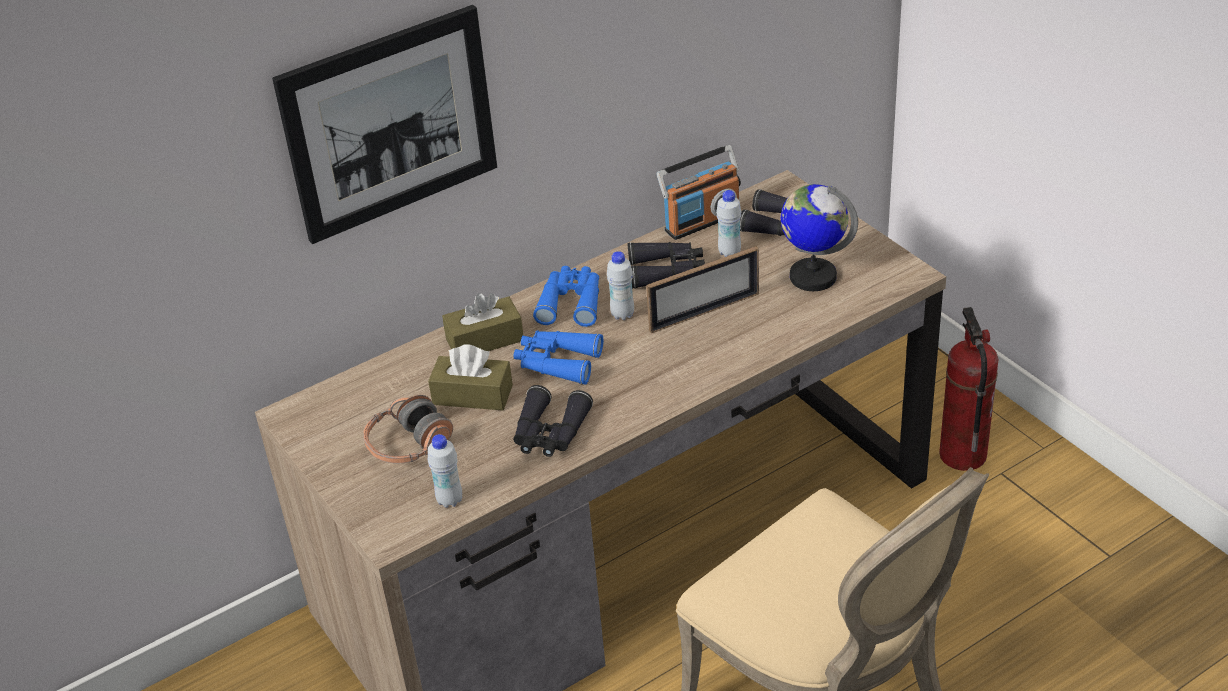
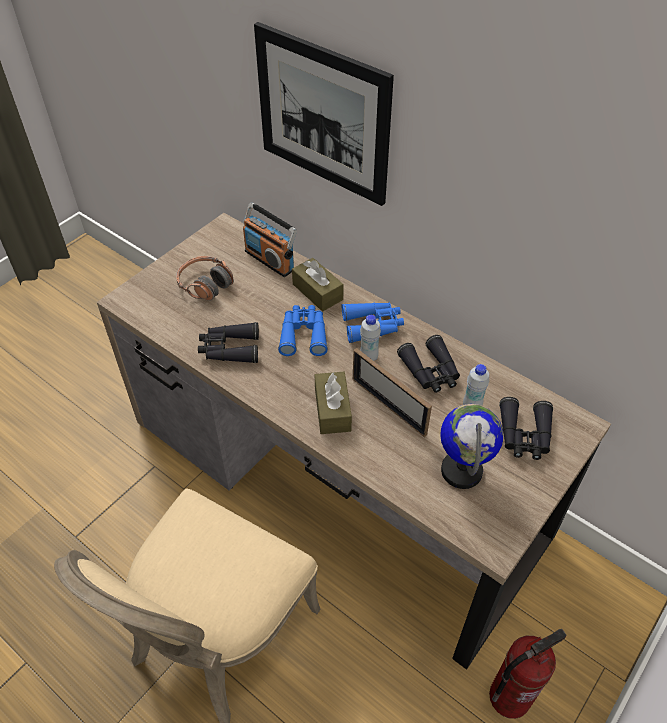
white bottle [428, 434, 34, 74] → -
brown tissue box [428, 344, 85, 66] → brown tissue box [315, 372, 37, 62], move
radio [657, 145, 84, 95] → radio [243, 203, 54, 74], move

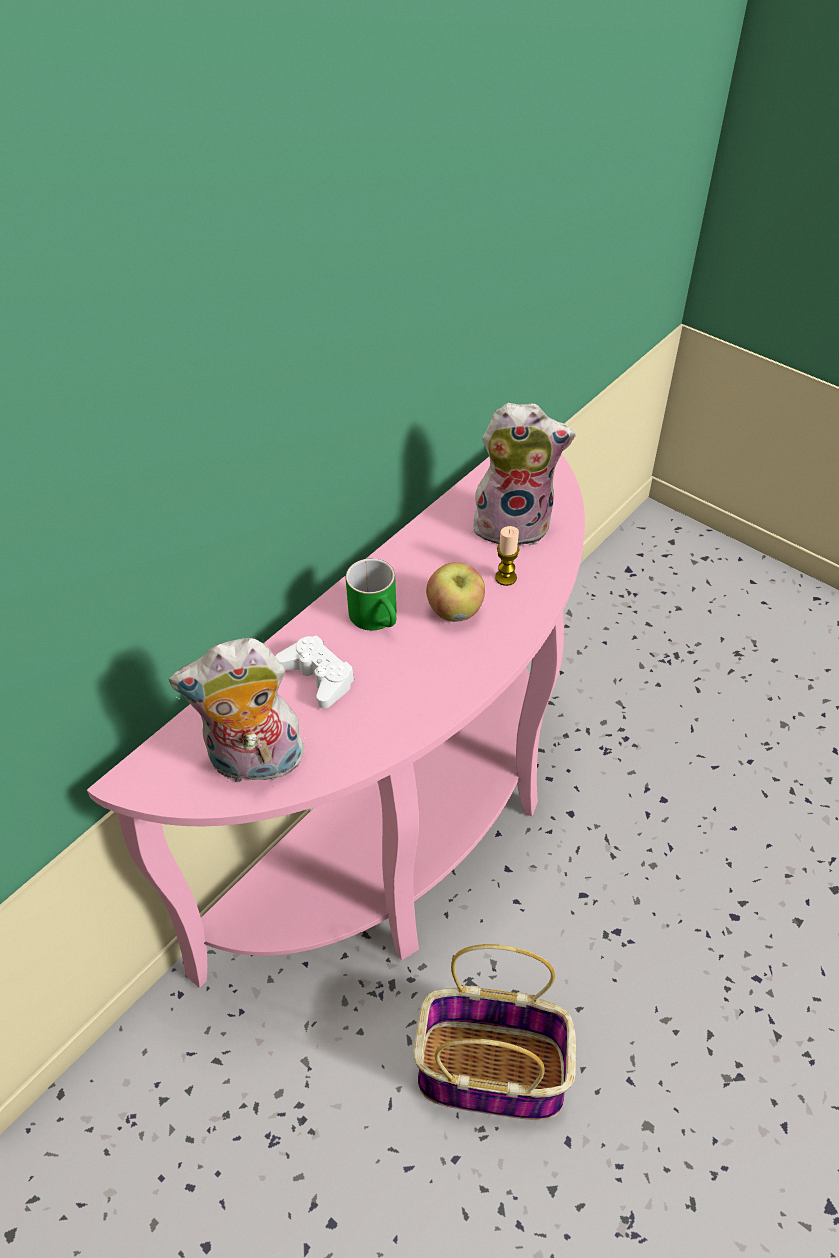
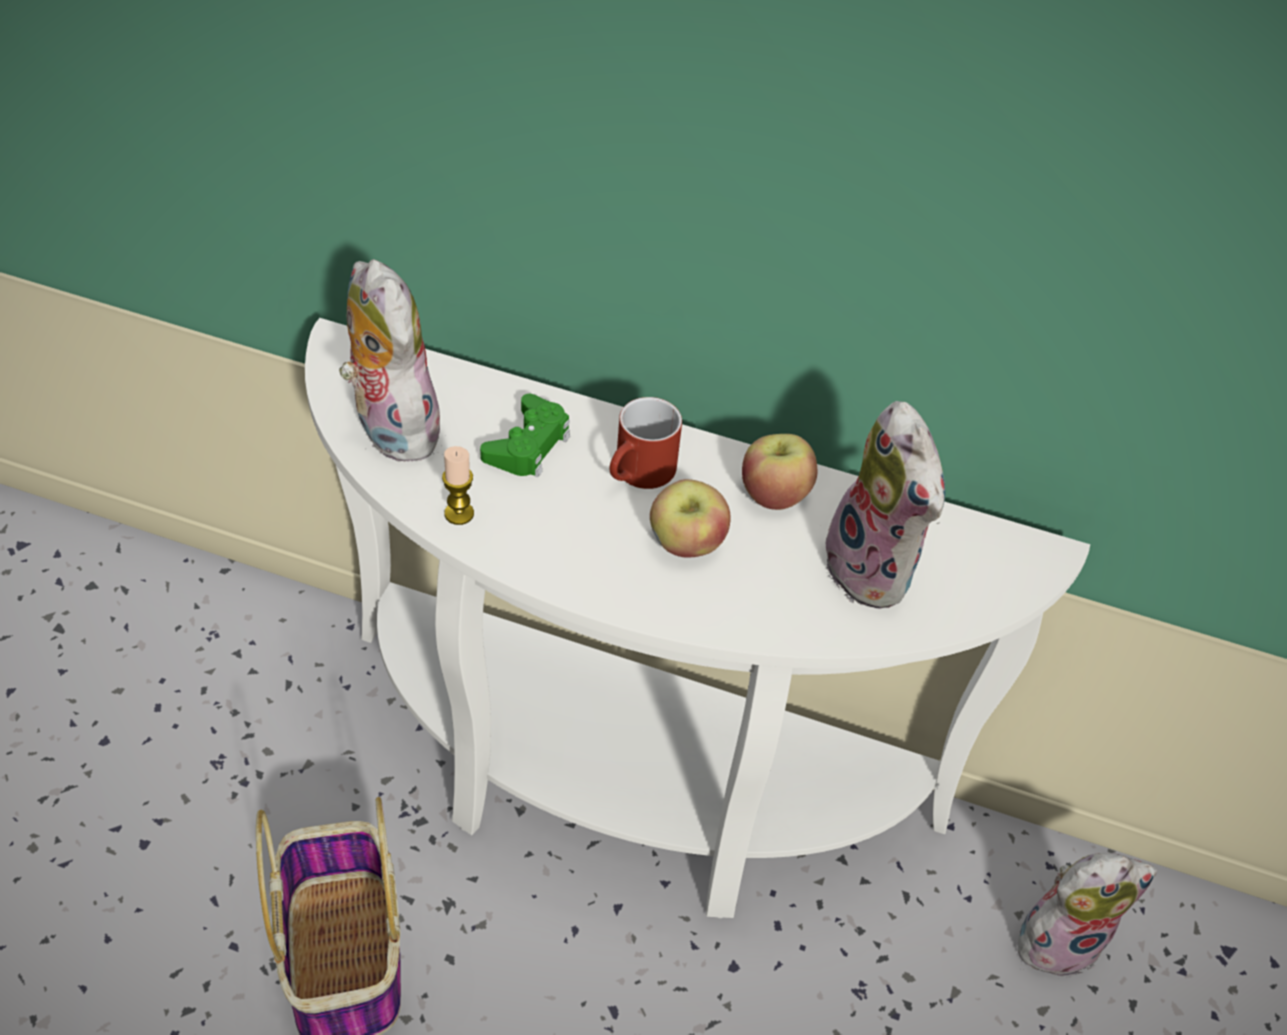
- → apple [742, 434, 75, 76]
- → plush toy [1018, 853, 139, 125]
candle [495, 526, 25, 60] → candle [442, 446, 32, 79], move
pink console table [87, 454, 498, 534] → white console table [305, 318, 785, 600]
white game controller [275, 635, 80, 73] → green game controller [480, 394, 90, 83]
green mug [346, 558, 50, 72] → red mug [610, 397, 72, 92]

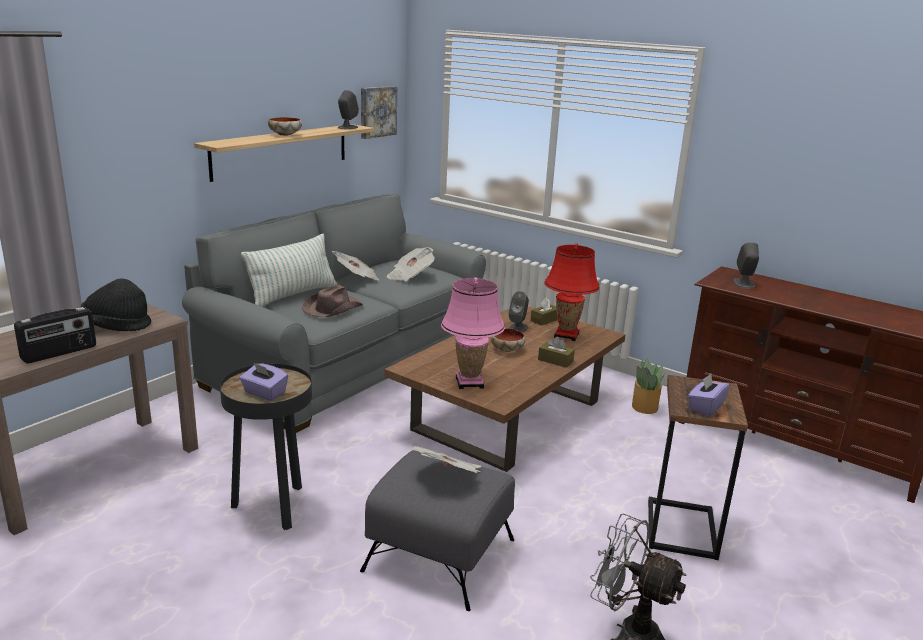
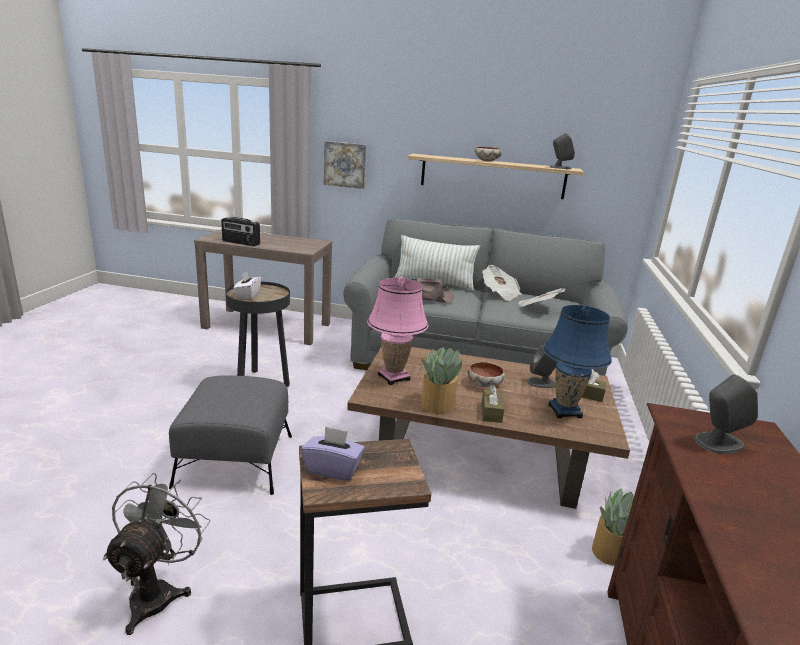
black hat [81, 278, 70, 53] → -
newspaper [412, 446, 69, 27] → -
- → potted plant [421, 347, 41, 67]
picture [361, 86, 36, 53] → picture [324, 141, 43, 48], move
purple tissue box [239, 362, 49, 39] → white tissue box [234, 271, 27, 28]
red table lamp [544, 243, 56, 98] → blue table lamp [543, 305, 69, 113]

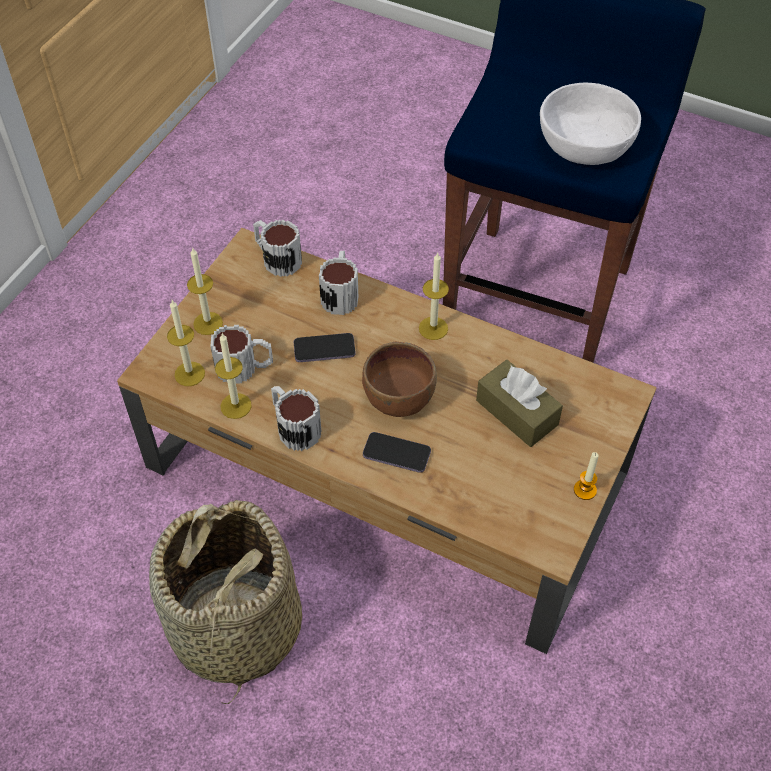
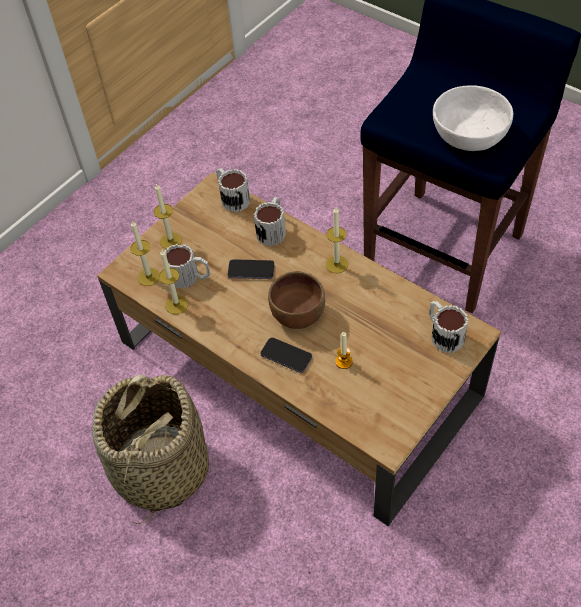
brown tissue box [476, 360, 87, 87] → -
mug [271, 386, 51, 65] → mug [429, 301, 40, 52], move
candle [574, 452, 24, 48] → candle [335, 332, 18, 37], move

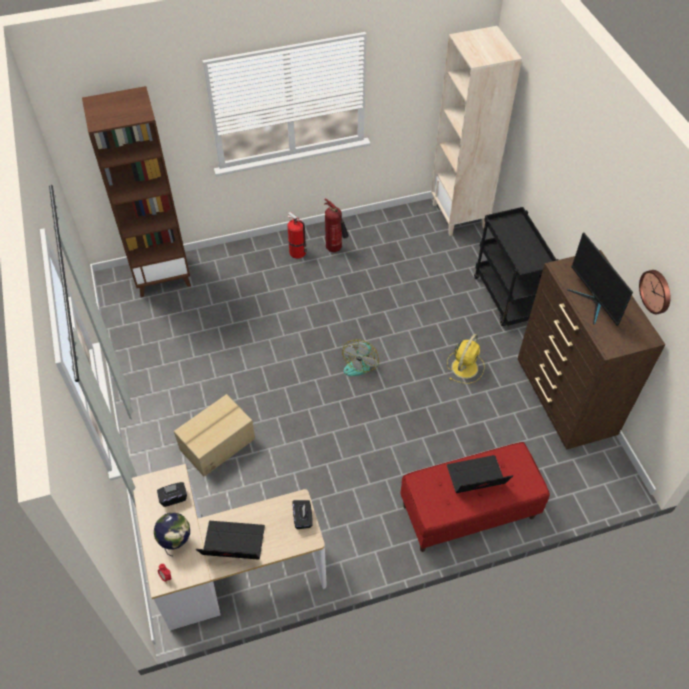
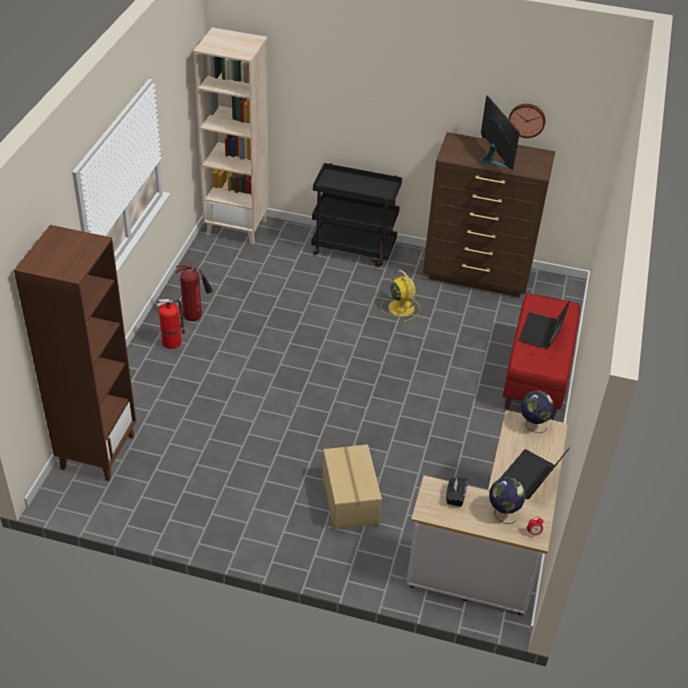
fan [342, 339, 37, 37] → -
black tissue box [293, 500, 20, 29] → globe [521, 391, 34, 42]
monitor [567, 232, 66, 94] → monitor [478, 95, 42, 75], 120 degrees counterclockwise

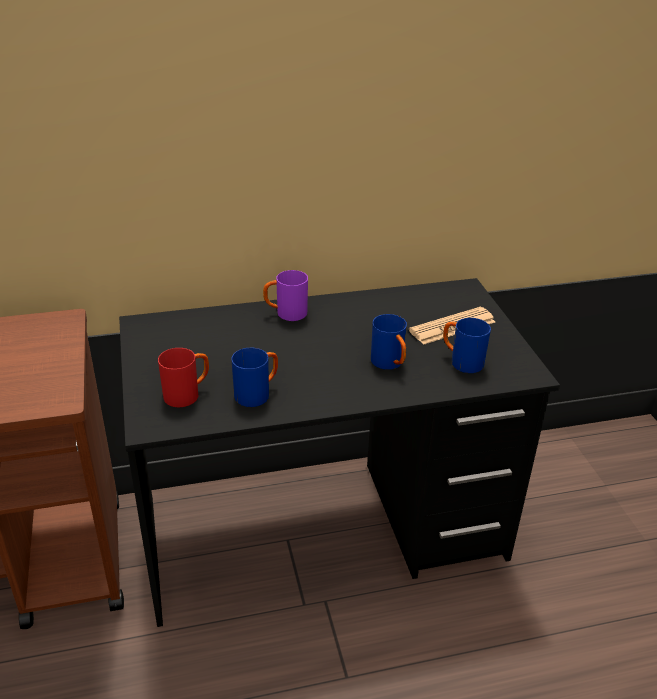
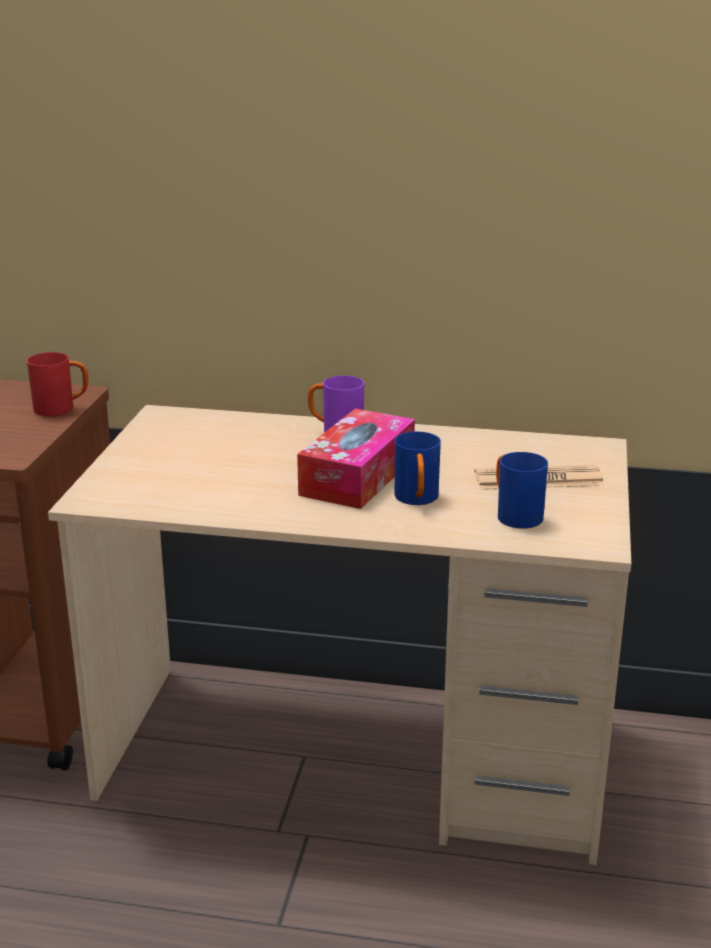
blue mug [231, 348, 47, 59] → -
- → tissue box [297, 408, 118, 101]
red mug [158, 348, 51, 60] → red mug [27, 352, 62, 64], move
black desk [119, 278, 441, 349] → beige desk [48, 405, 583, 460]

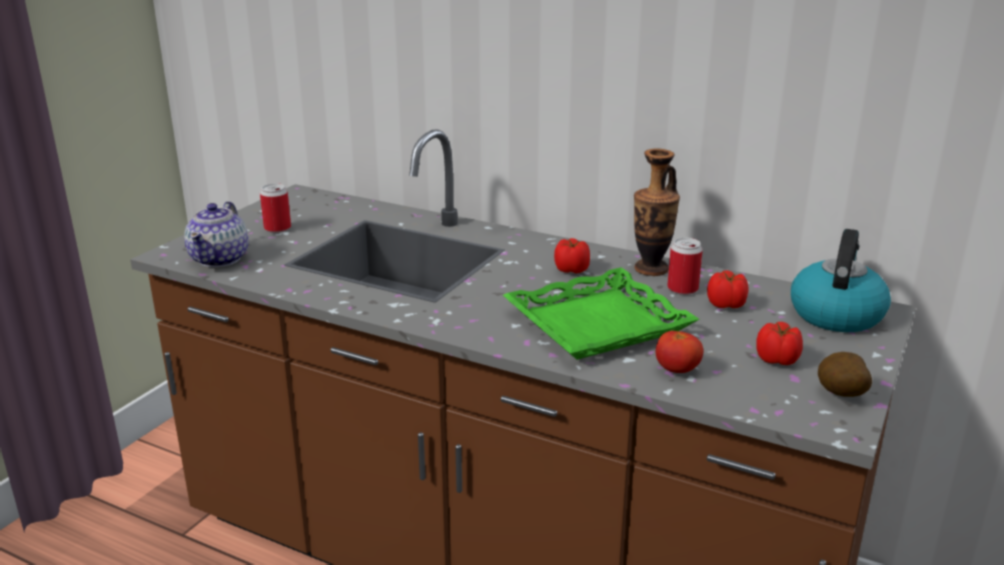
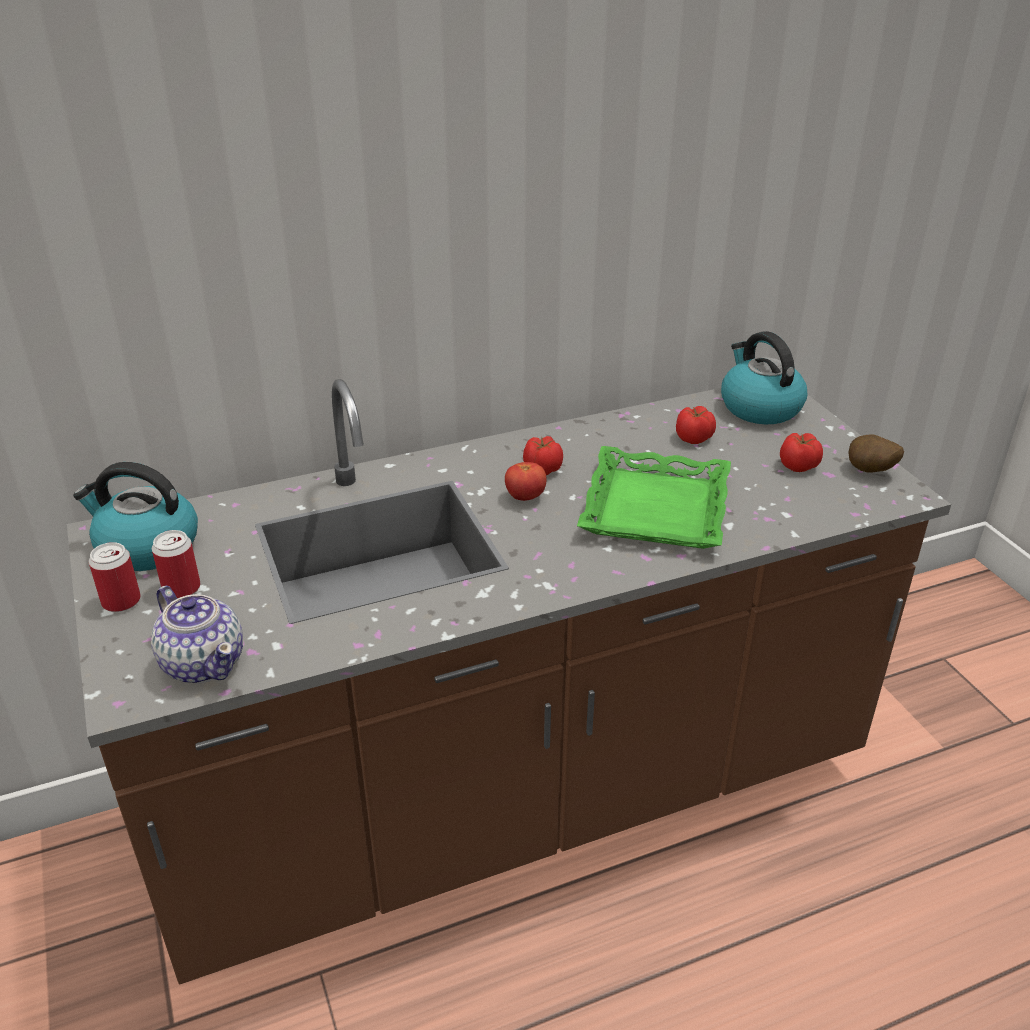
vase [634, 148, 46, 128] → -
- → kettle [73, 462, 125, 109]
tomato [656, 331, 47, 42] → tomato [505, 462, 41, 39], move
can [667, 238, 36, 57] → can [89, 542, 52, 70], move

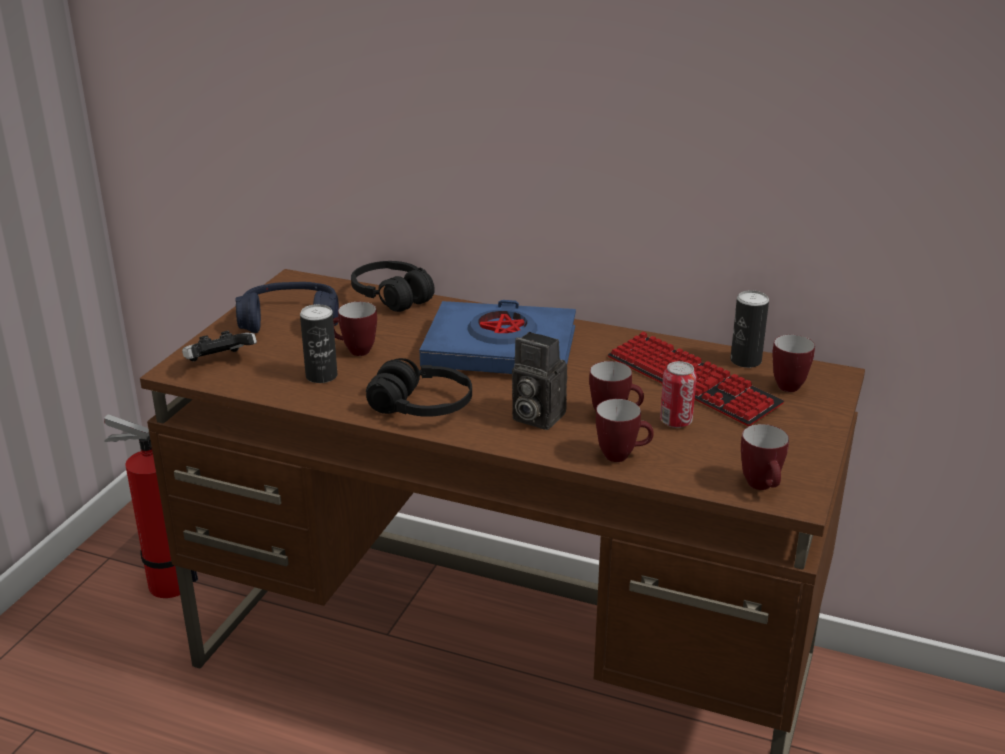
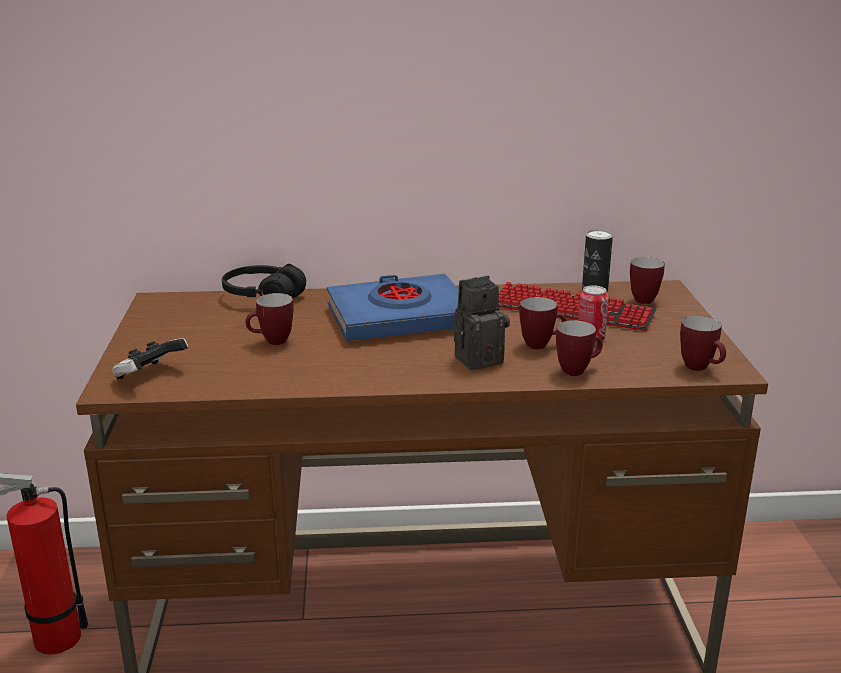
blue headphones [235, 282, 104, 51] → -
can [300, 304, 37, 79] → -
black headphones [366, 358, 106, 59] → -
photo camera [512, 332, 55, 98] → photo camera [454, 275, 56, 95], 150 degrees clockwise

